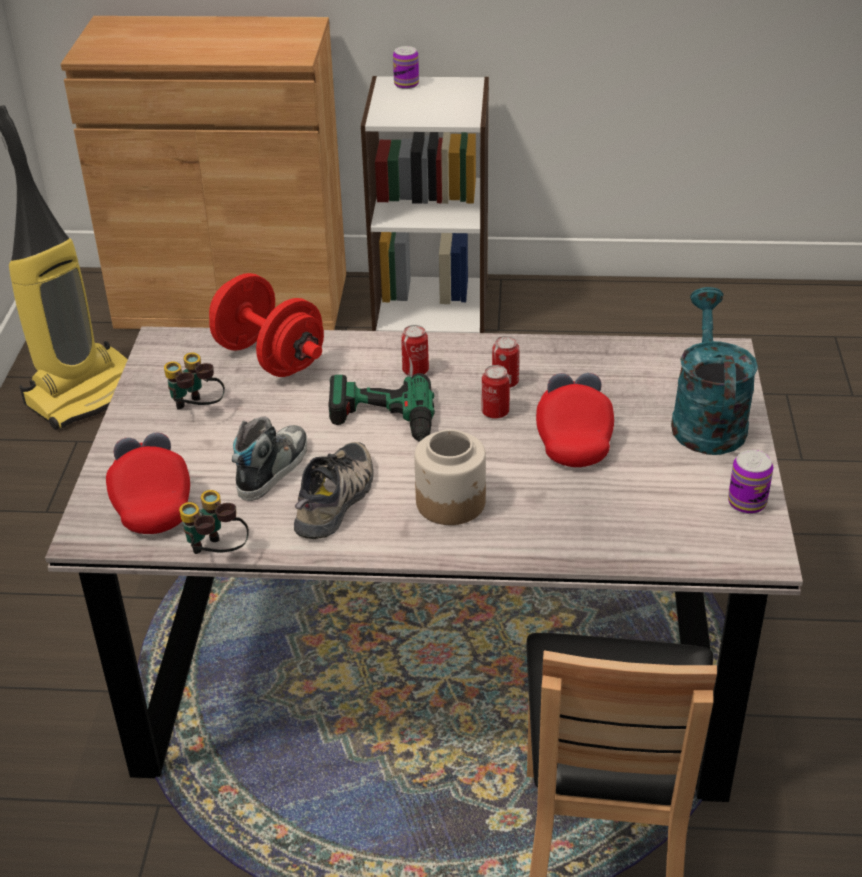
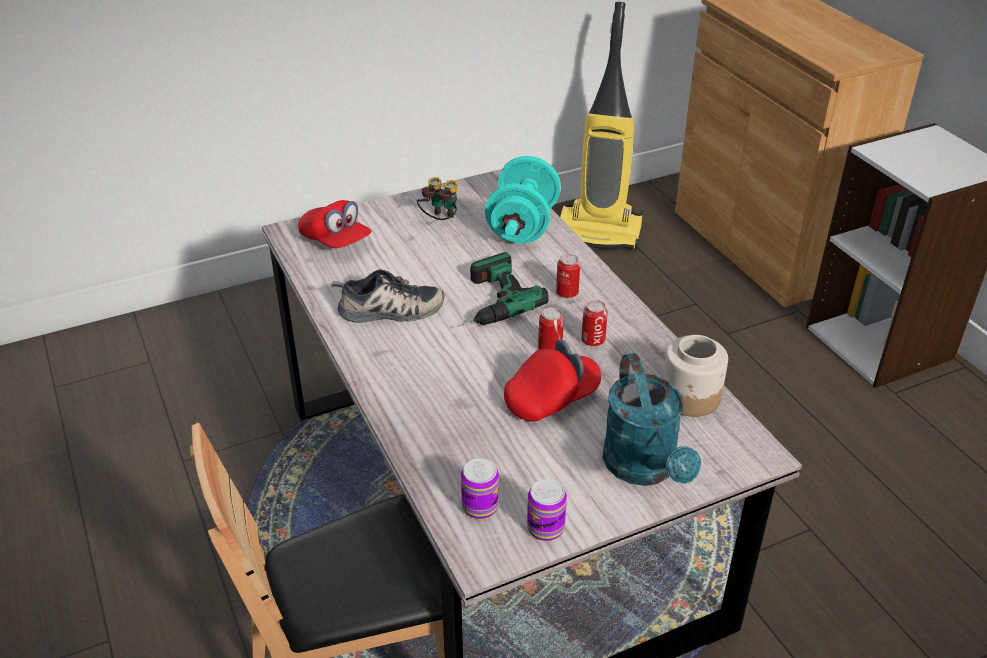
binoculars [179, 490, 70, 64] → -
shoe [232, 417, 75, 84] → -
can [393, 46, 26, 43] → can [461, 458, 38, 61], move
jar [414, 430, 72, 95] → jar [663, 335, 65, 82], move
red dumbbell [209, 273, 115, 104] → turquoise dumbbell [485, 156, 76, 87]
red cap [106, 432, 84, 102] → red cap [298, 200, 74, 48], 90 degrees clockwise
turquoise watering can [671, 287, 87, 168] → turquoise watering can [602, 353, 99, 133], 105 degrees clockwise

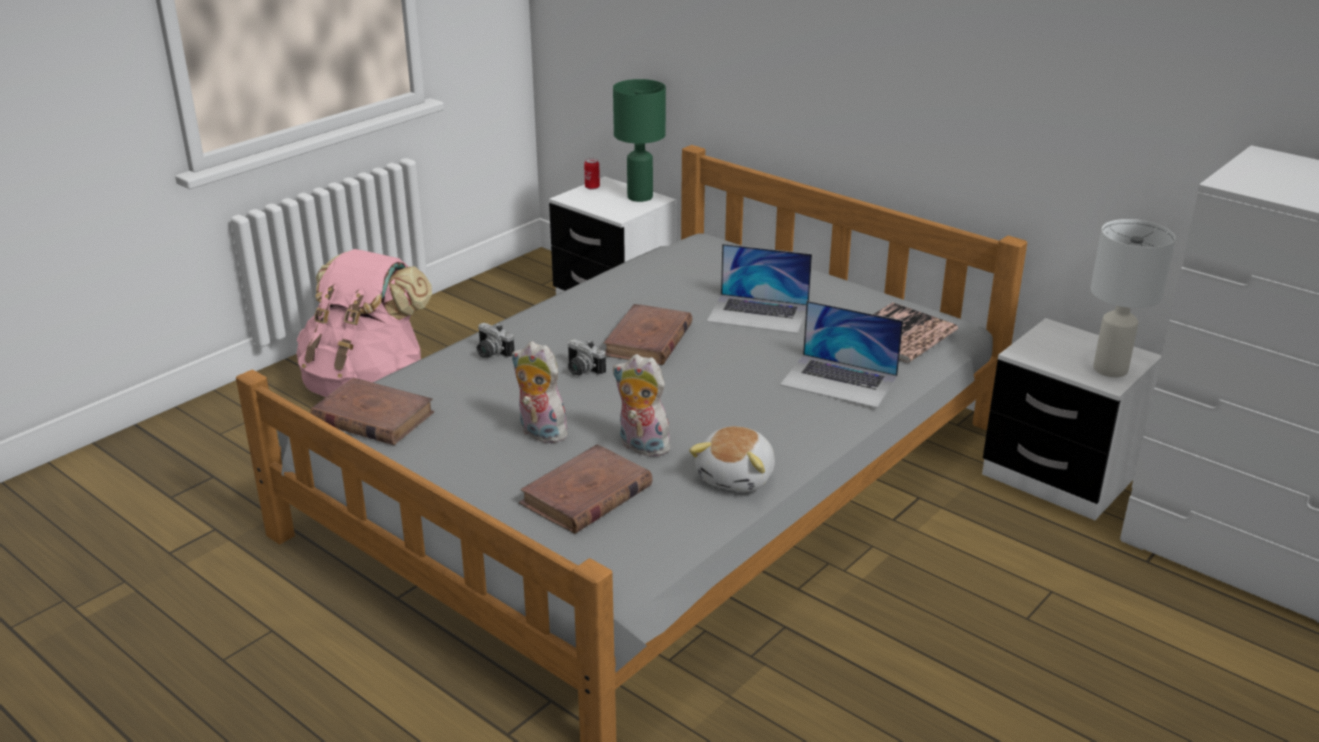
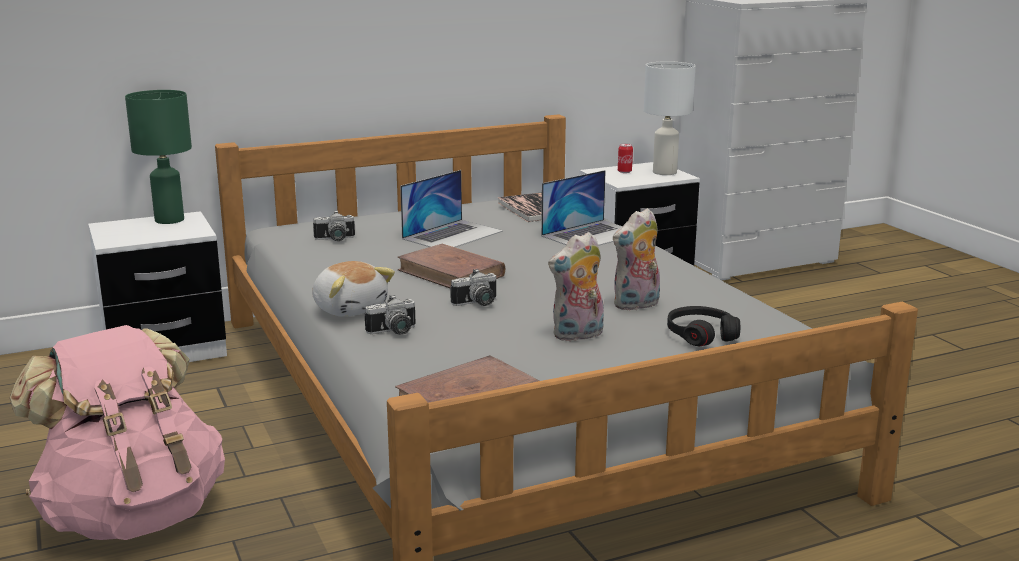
- → photo camera [313, 210, 42, 31]
can [584, 158, 16, 32] → can [618, 143, 15, 30], move
plush toy [689, 426, 86, 66] → plush toy [312, 261, 83, 56], move
brown book [519, 444, 133, 90] → black headphones [667, 306, 73, 40]

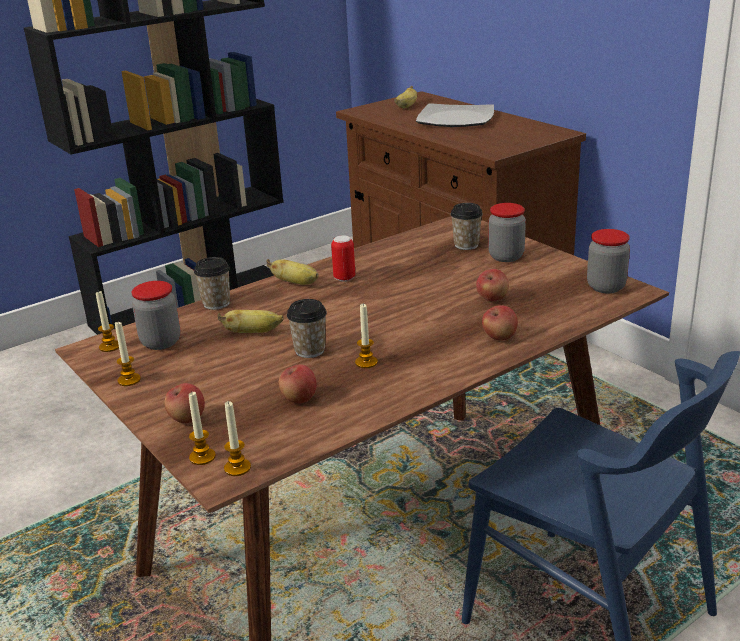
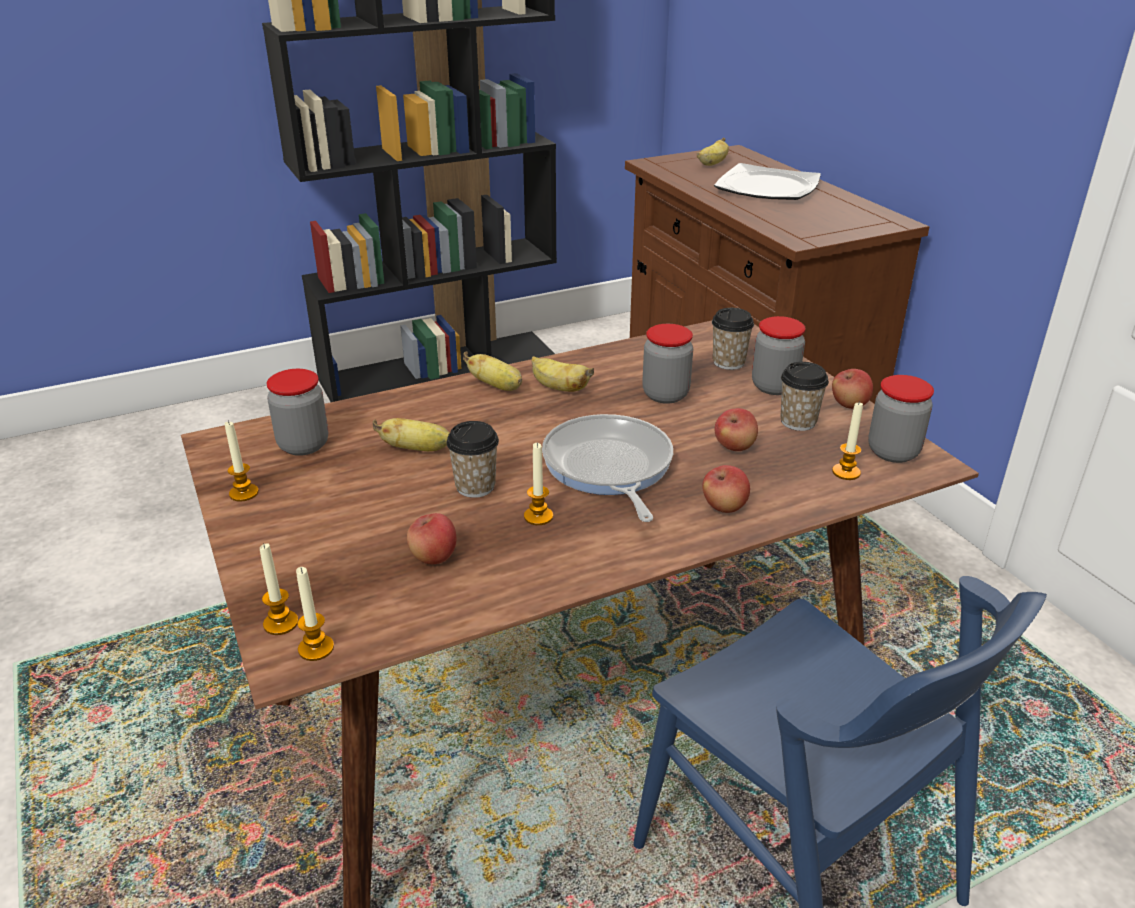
- → frying pan [542, 414, 131, 108]
- → jar [642, 324, 51, 80]
candle [96, 290, 23, 62] → candle [832, 401, 31, 79], move
apple [165, 383, 40, 40] → apple [832, 369, 41, 40], move
cup [194, 257, 36, 53] → cup [780, 362, 49, 69], move
can [331, 235, 24, 47] → banana [531, 356, 63, 36]

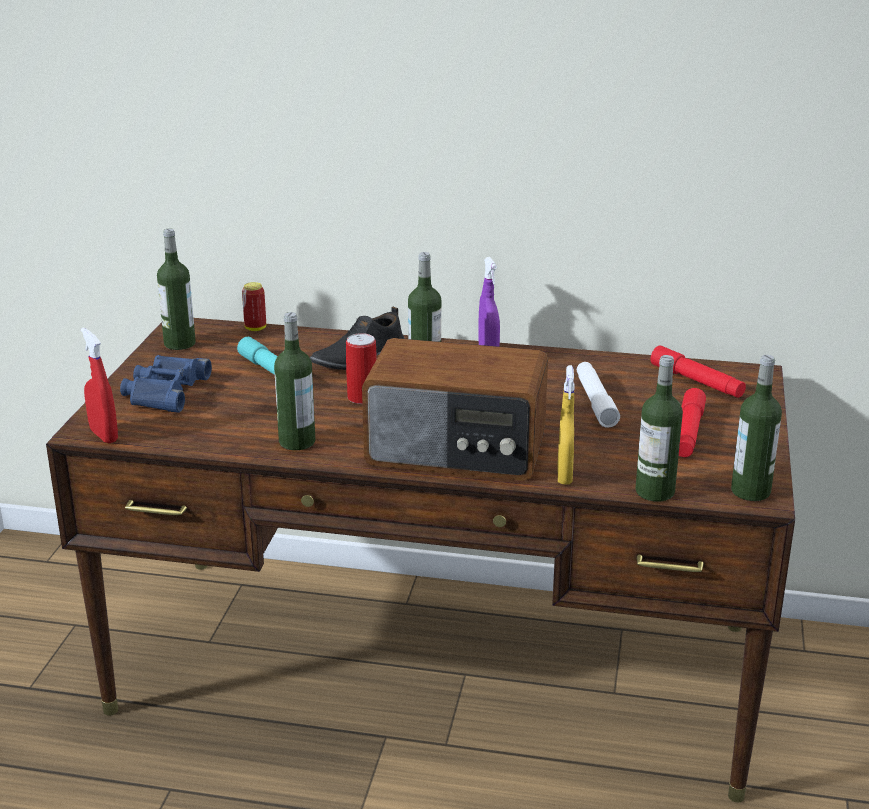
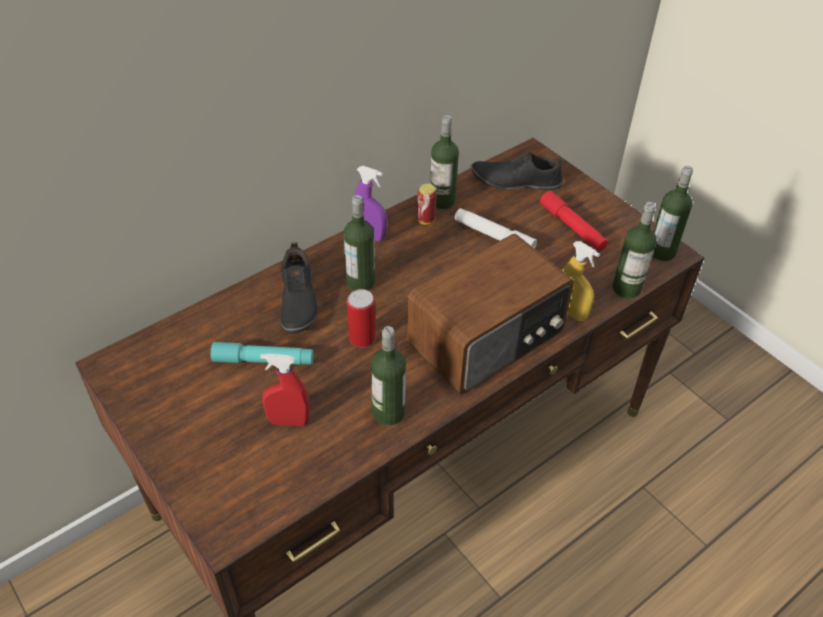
blue binoculars [120, 355, 92, 58] → -
red spray bottle [81, 327, 37, 116] → red spray bottle [260, 354, 50, 72], move
bottle [157, 228, 39, 122] → bottle [430, 115, 29, 94], move
can [242, 282, 24, 49] → can [417, 184, 20, 41], move
red flashlight [651, 345, 95, 53] → black shoe [471, 152, 92, 38]

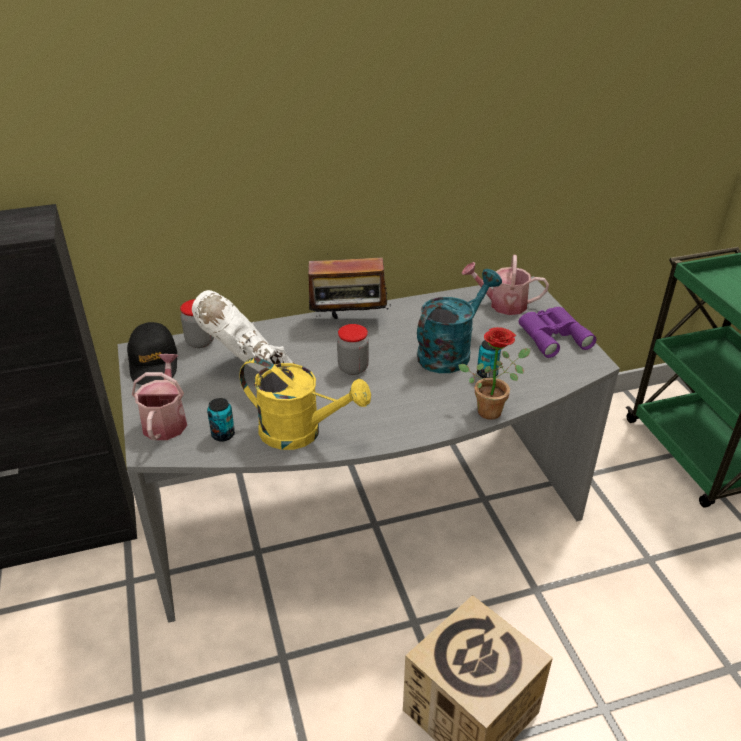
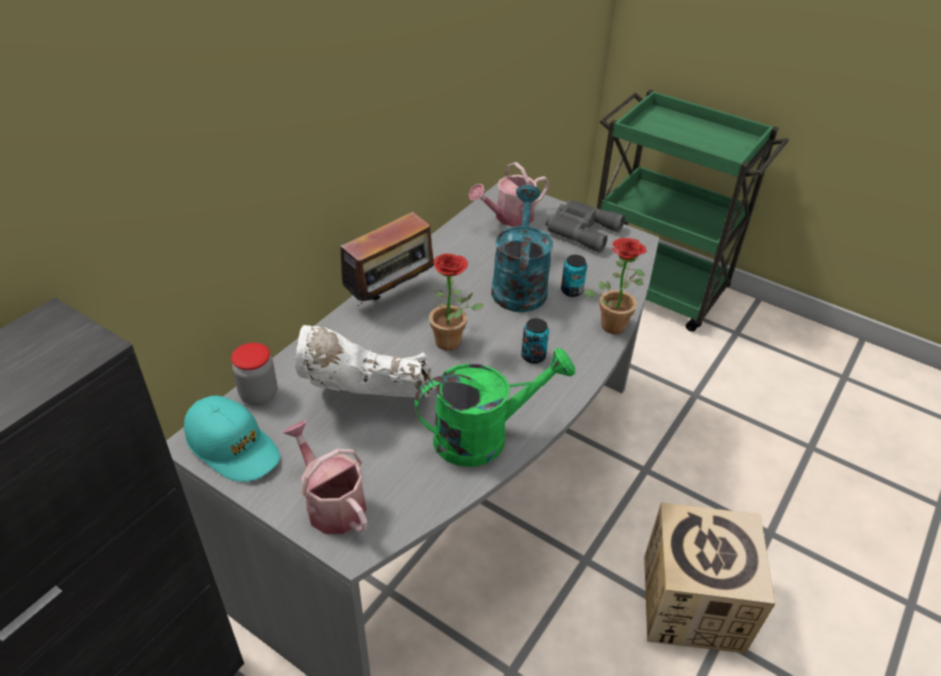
can [207, 398, 28, 44] → can [521, 318, 28, 46], move
jar [337, 324, 32, 51] → potted plant [425, 253, 59, 98]
black cap [127, 322, 50, 63] → turquoise cap [184, 396, 96, 86]
yellow watering can [239, 358, 132, 92] → green watering can [414, 348, 161, 119]
purple binoculars [519, 307, 77, 51] → grey binoculars [546, 200, 79, 53]

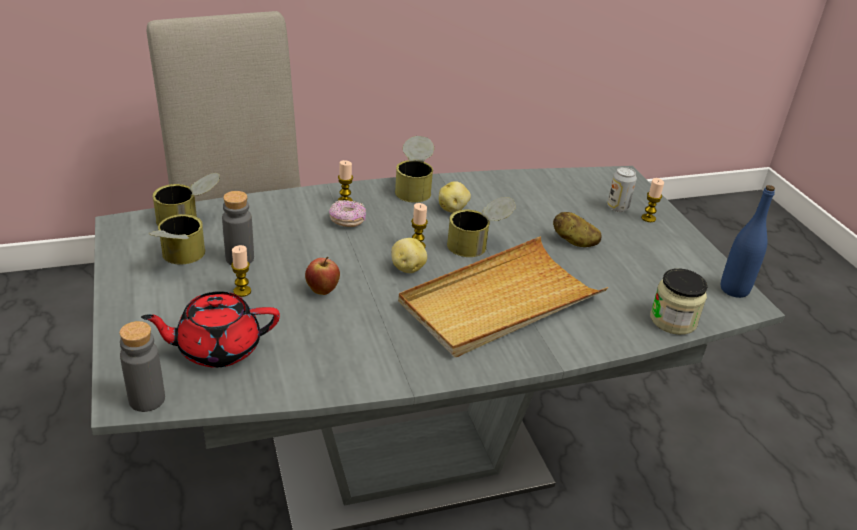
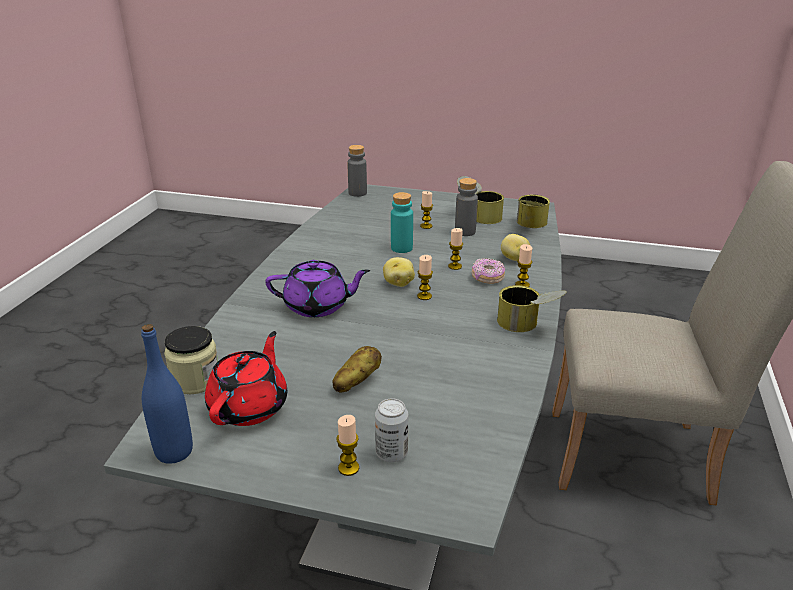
can [447, 197, 69, 60] → -
- → candle [448, 228, 15, 42]
red teapot [141, 291, 139, 77] → red teapot [205, 331, 82, 95], move
potato [439, 181, 32, 32] → potato [501, 234, 29, 27], move
apple [305, 256, 35, 39] → turquoise bottle [391, 192, 22, 61]
beige tray [398, 237, 210, 120] → purple teapot [265, 260, 105, 57]

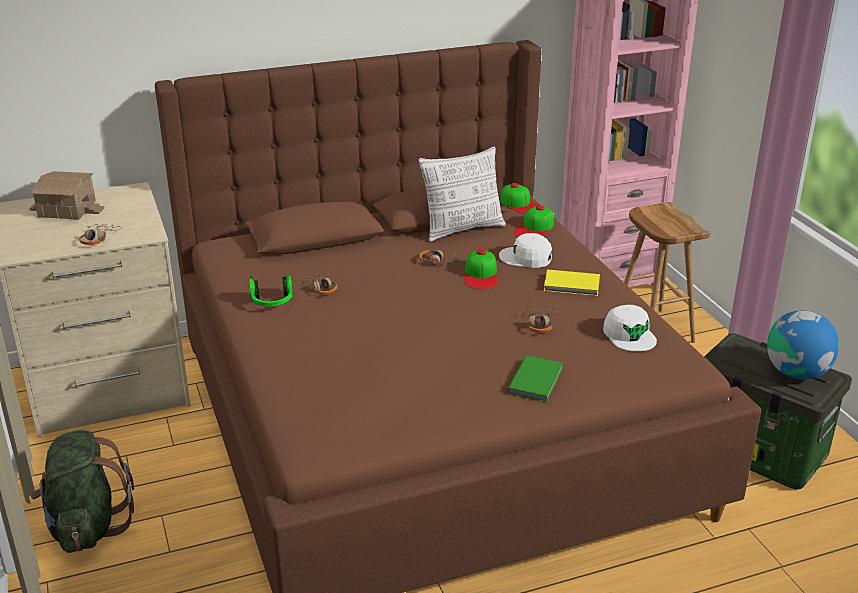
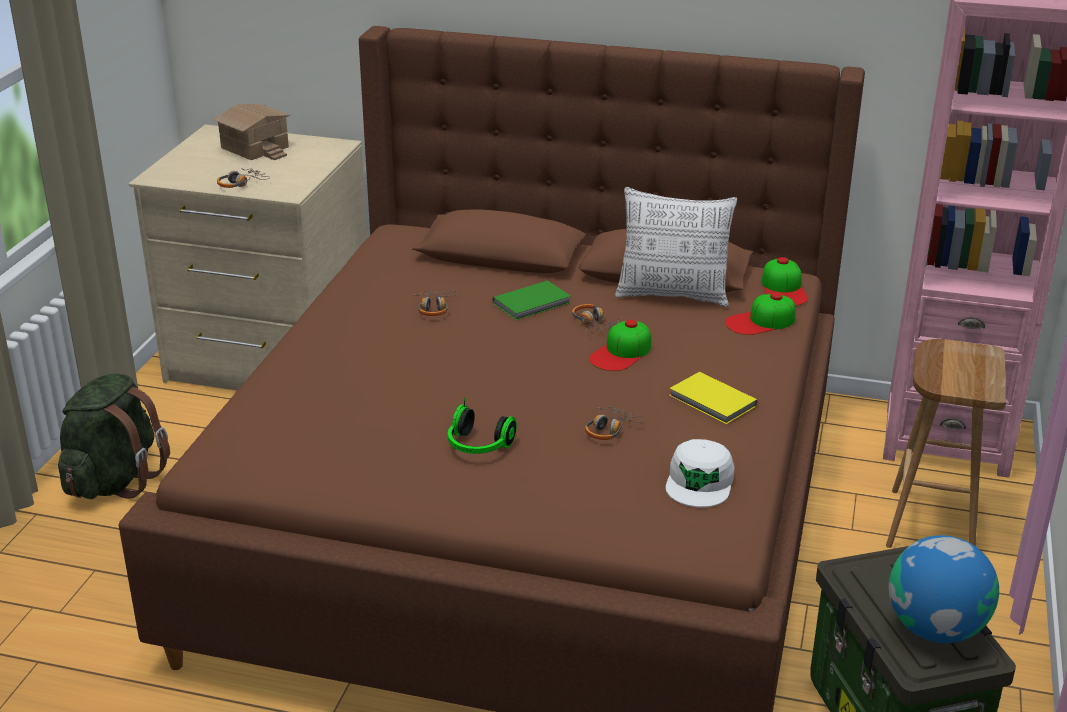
white cap [499, 233, 53, 35] → -
headphones [249, 273, 44, 33] → headphones [448, 397, 69, 57], move
green book [507, 355, 56, 47] → green book [493, 280, 78, 40], move

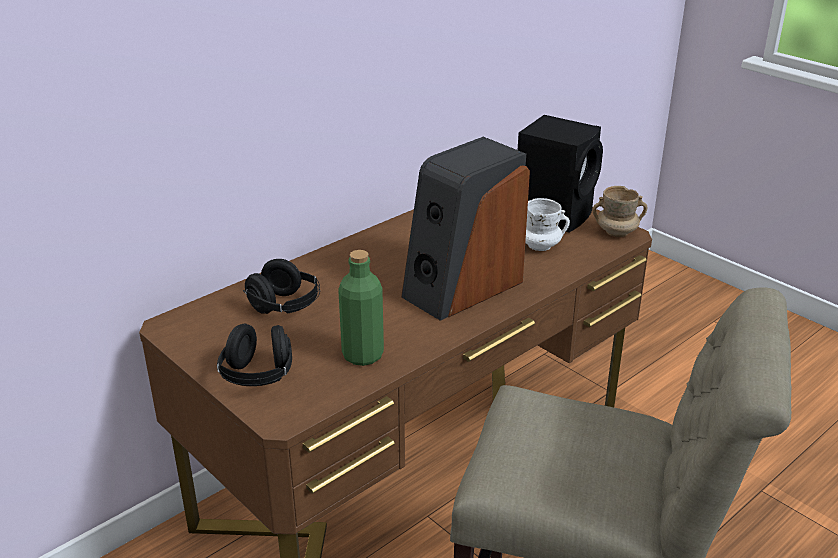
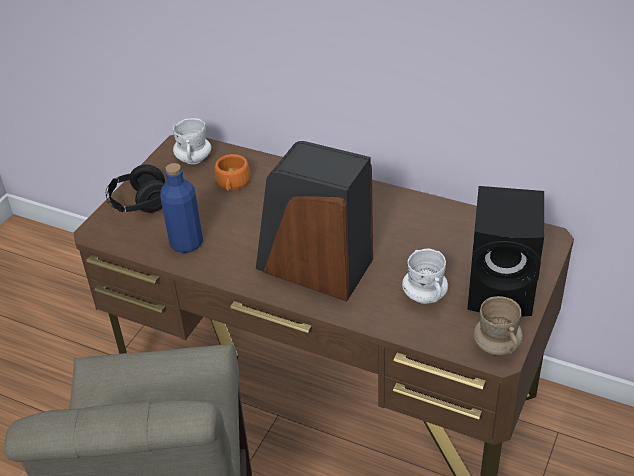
- → white mug [173, 118, 38, 46]
black headphones [243, 259, 77, 55] → orange cup [215, 154, 35, 38]
green bottle [338, 250, 46, 116] → blue bottle [160, 163, 43, 90]

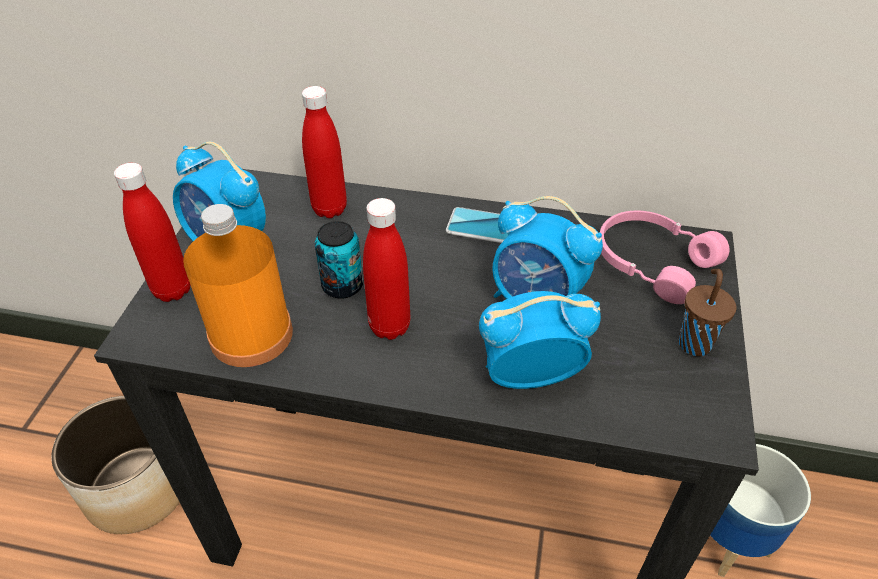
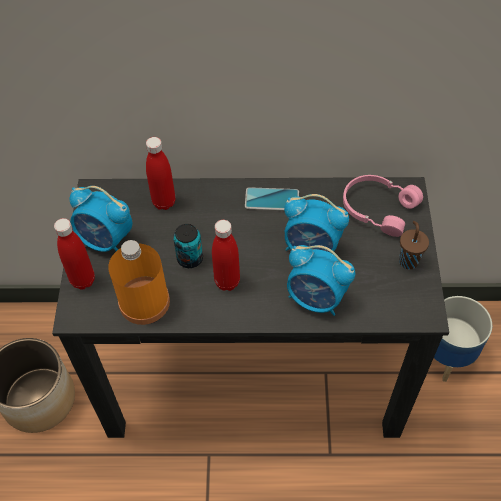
alarm clock [479, 291, 122, 98] → alarm clock [287, 245, 68, 71], 135 degrees counterclockwise

